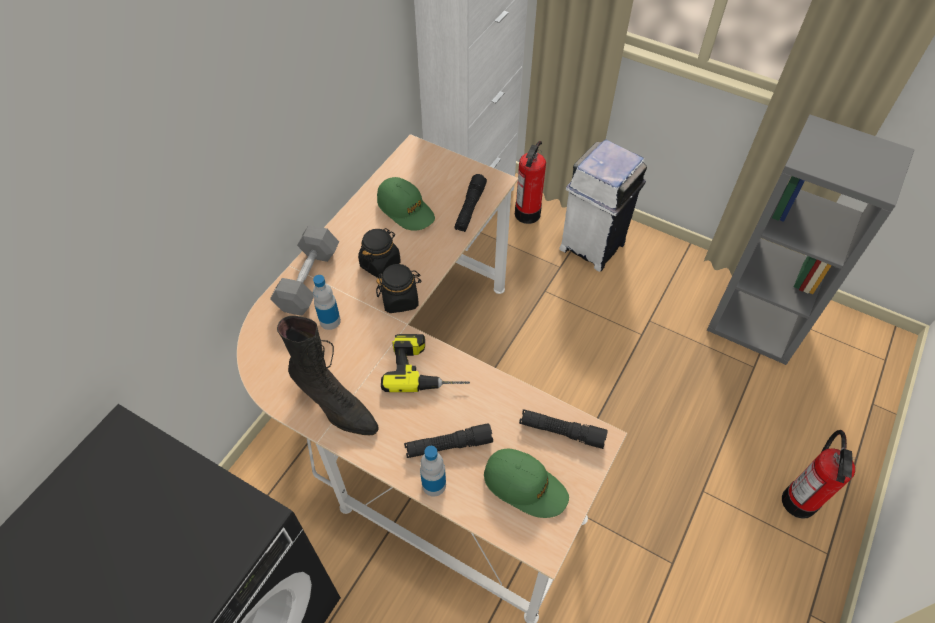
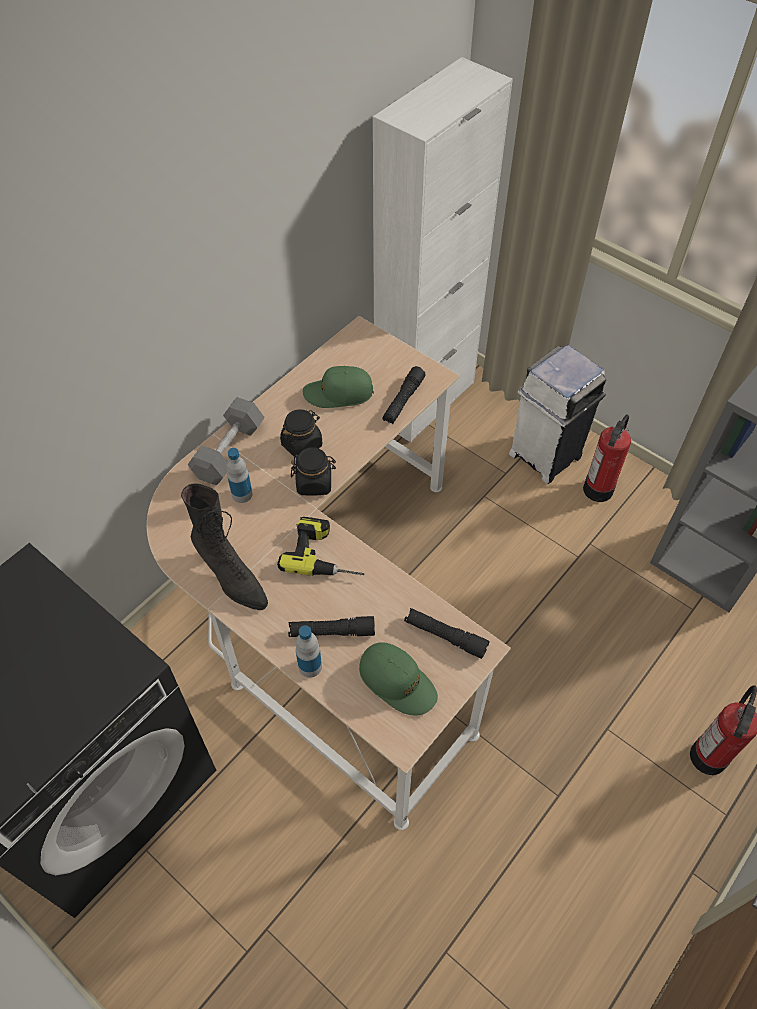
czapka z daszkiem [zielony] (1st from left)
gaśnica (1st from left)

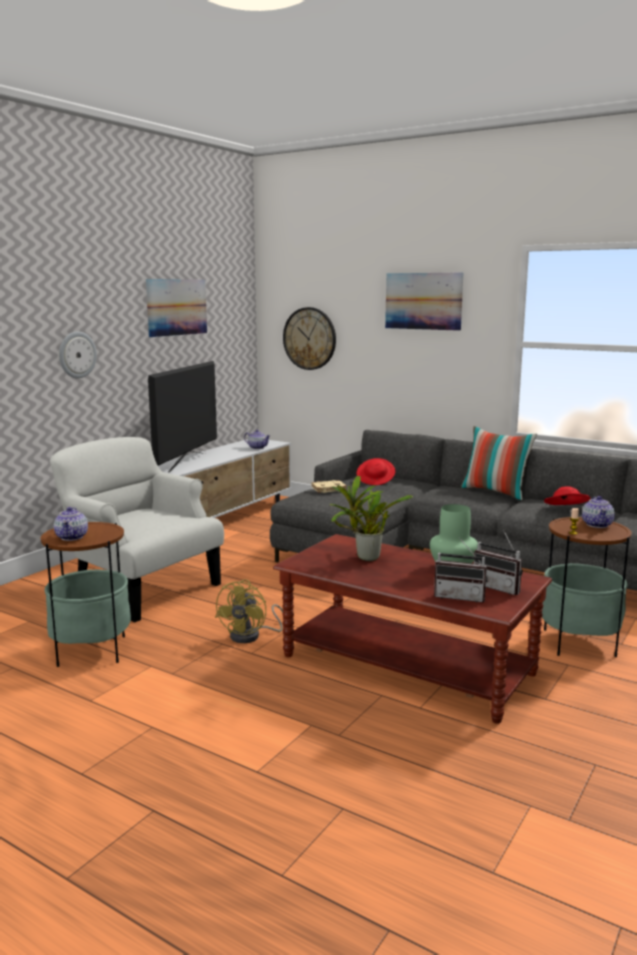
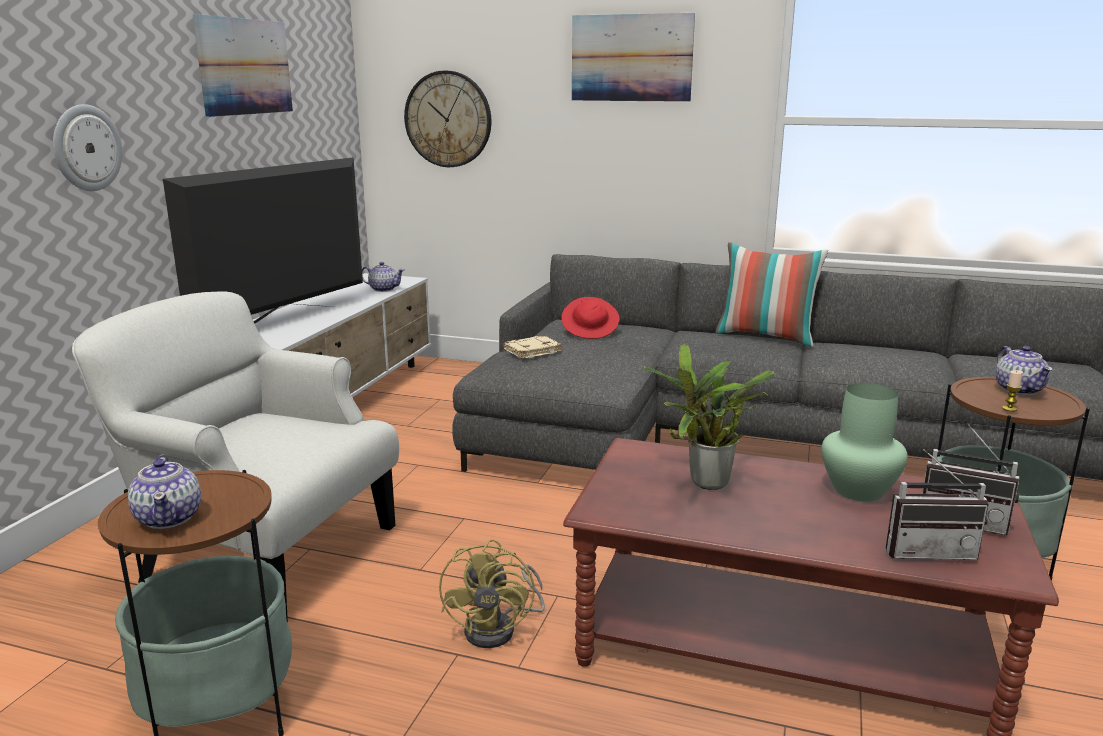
telewizor
kapelusz [czerwony] (2nd from left in the first image)

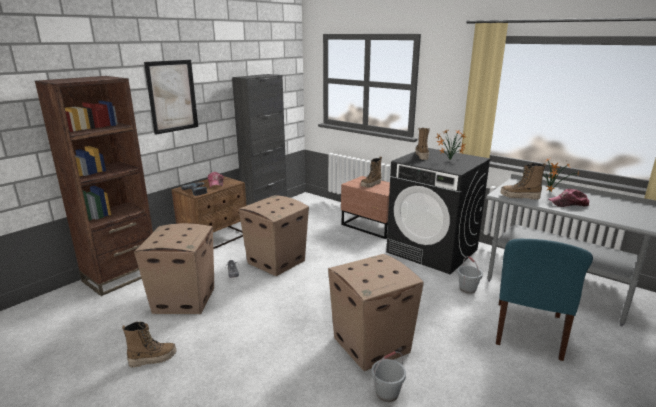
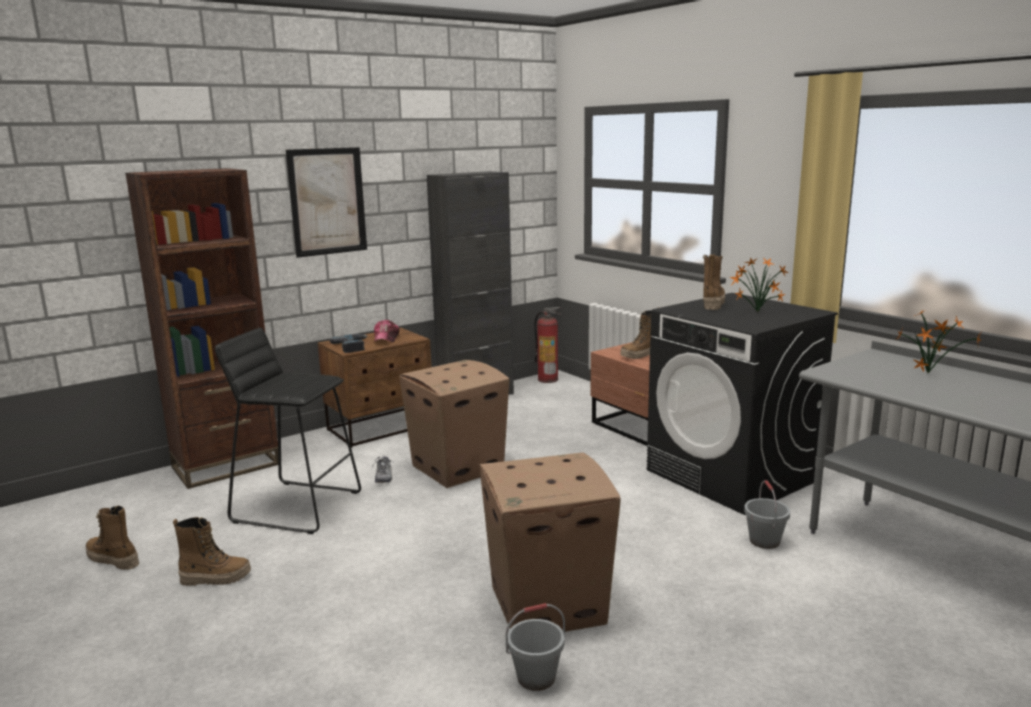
stołek [czarny]
krzesło [niebieski]
but z cholewką (1st from left)
czapka z daszkiem (2nd from left in the first image)
gaśnica

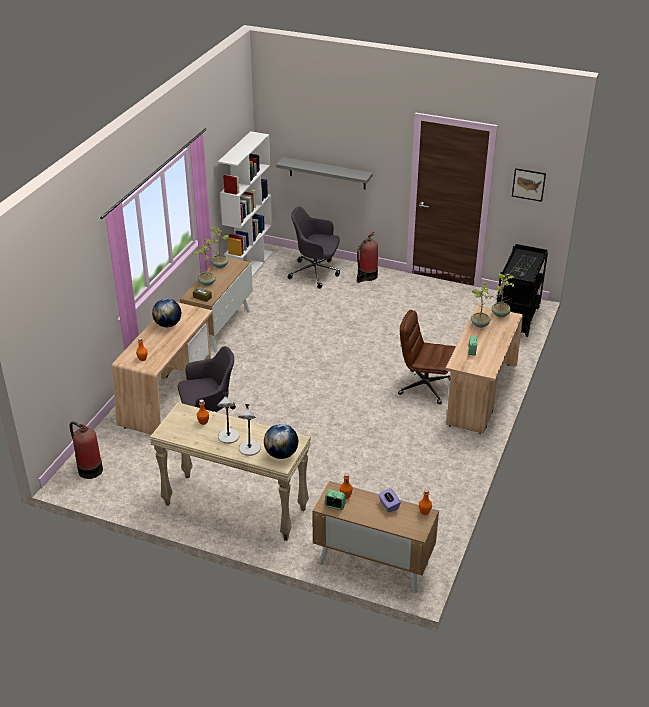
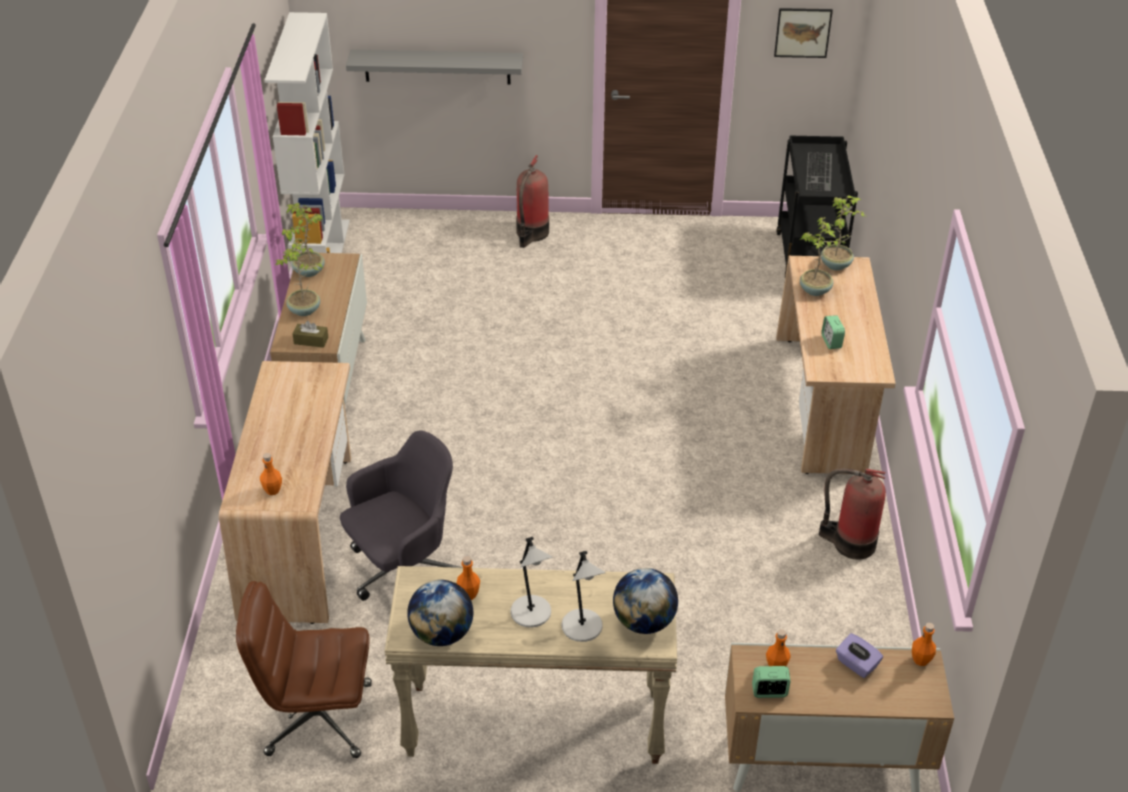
gaśnica (2nd from left)
globus (1st from left)
krzesło biurowe [szary] (2nd from left in the first image)
krzesło biurowe [brązowy]

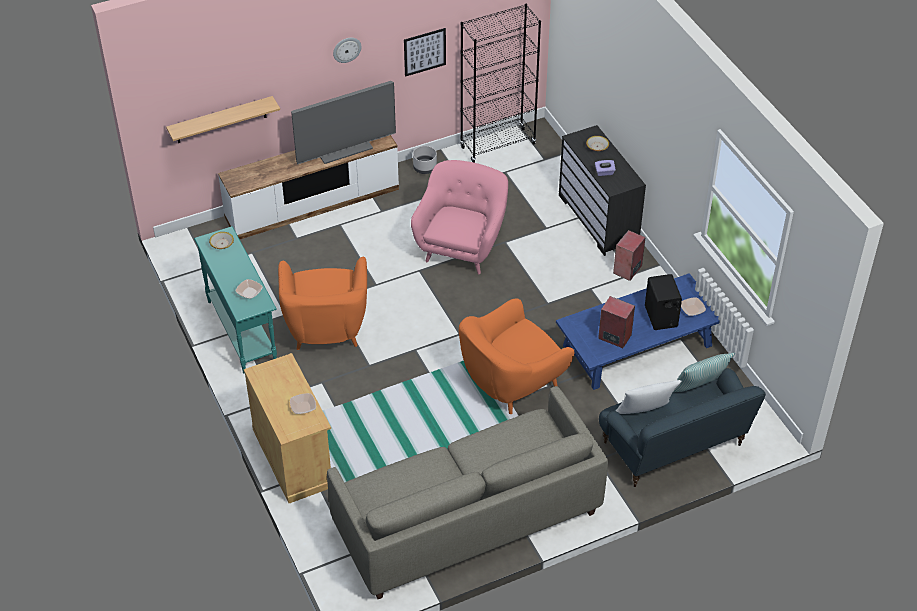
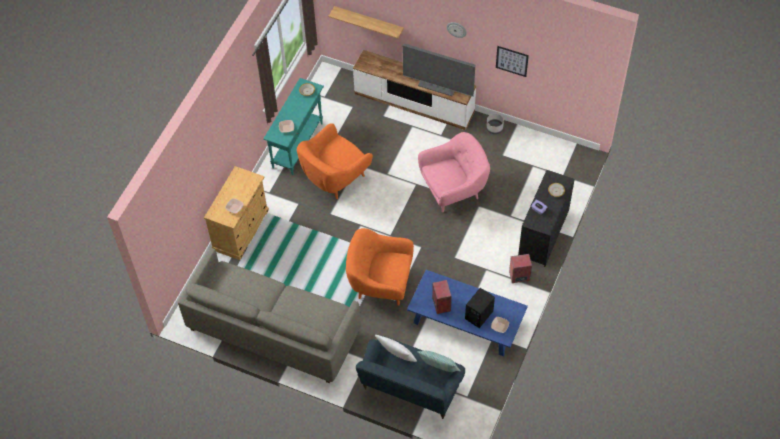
regał [czarny]

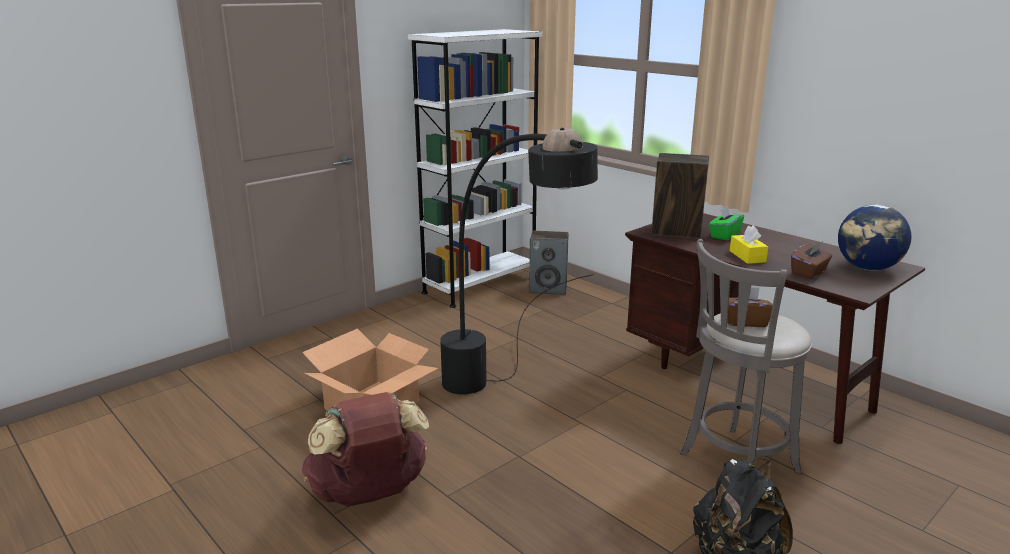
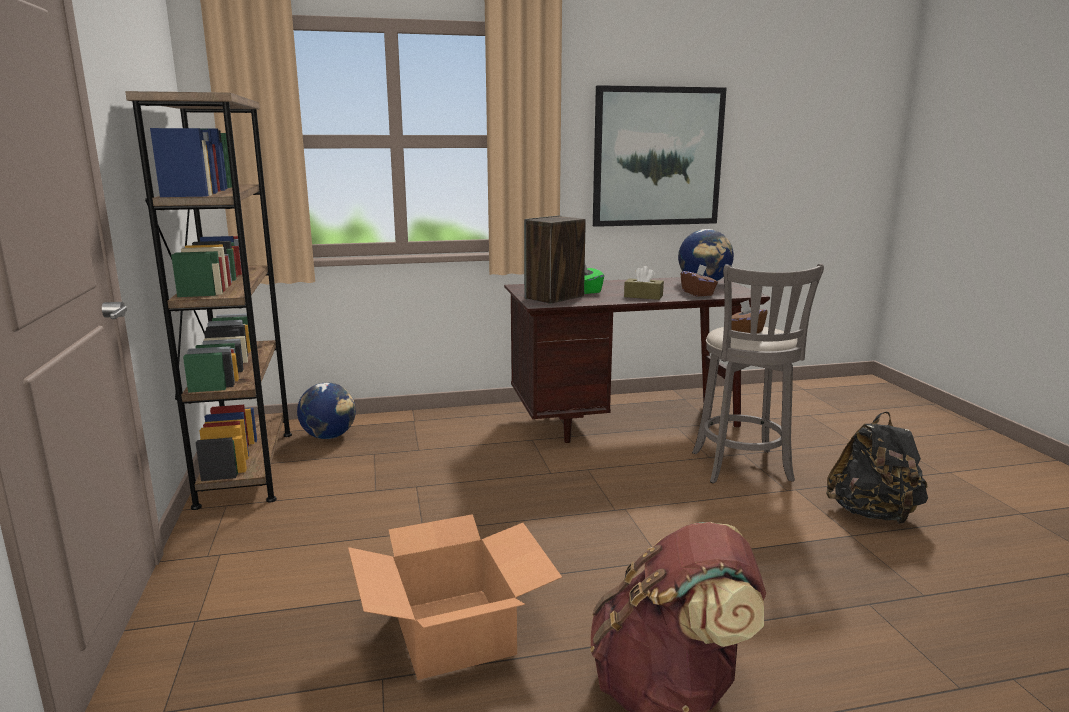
regał [brązowy]
lampa stojąca [czarny]
globus (1st from left)
pudełko chusteczek [brązowy] (1st from left)
obraz

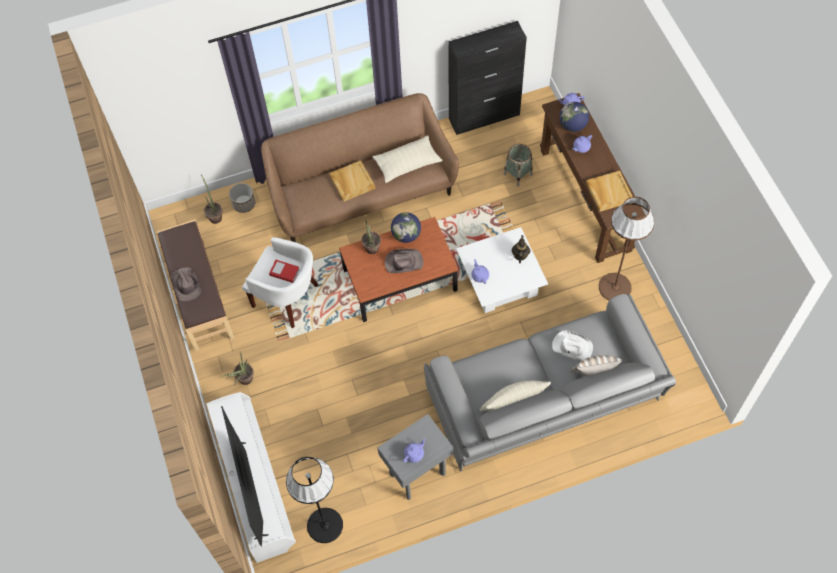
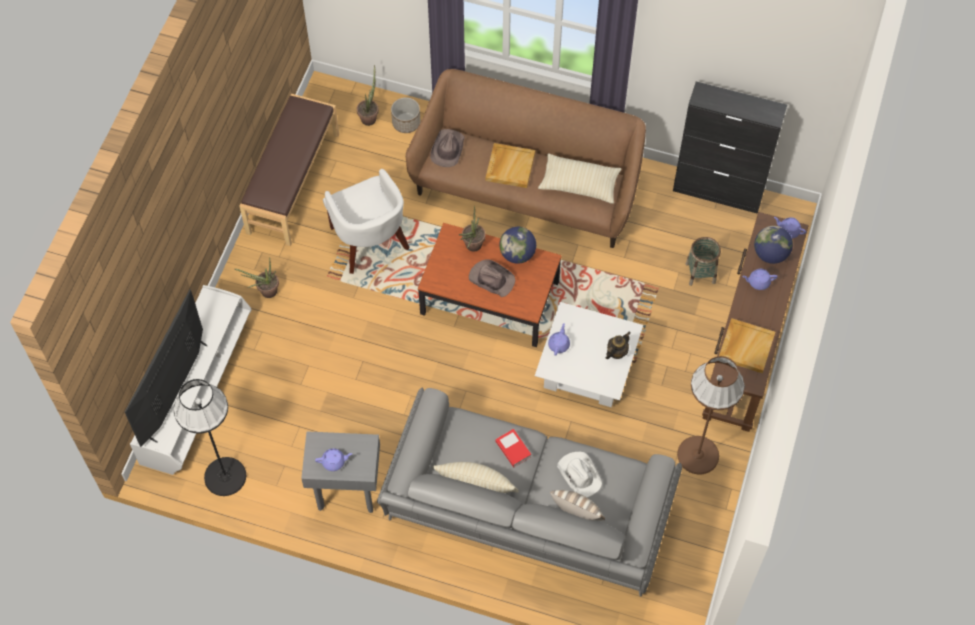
kapelusz [brązowy] (1st from left)
książka

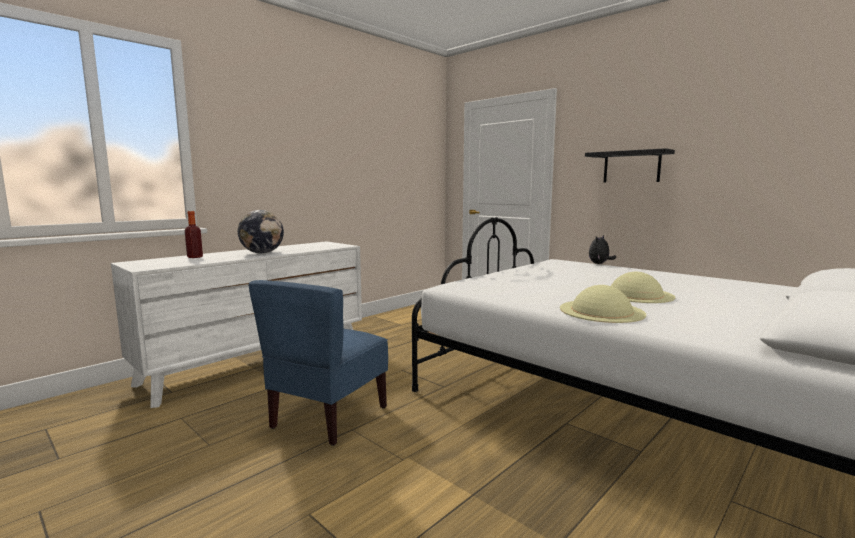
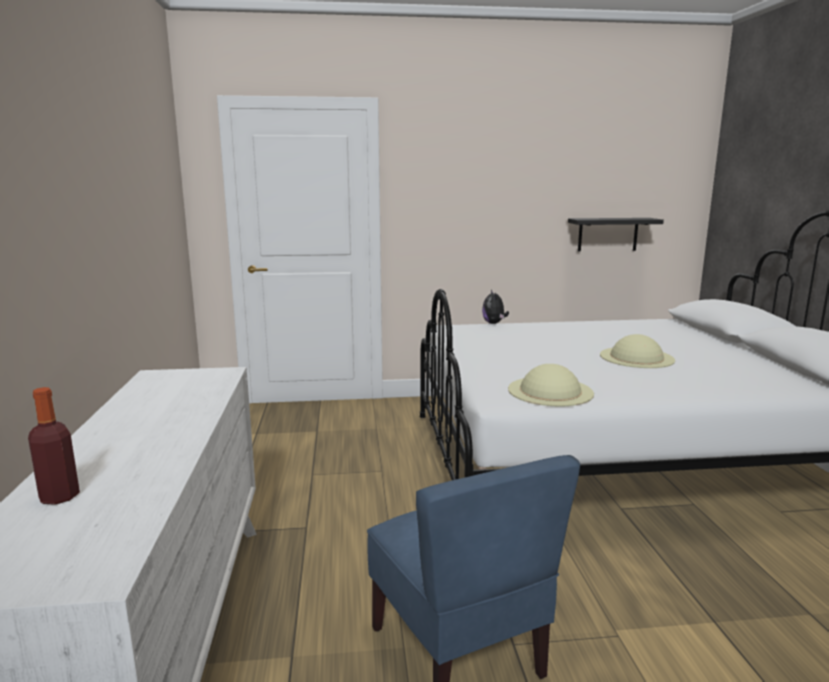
globus
kapelusz [beżowy] (1st from left)
półka [czarny]

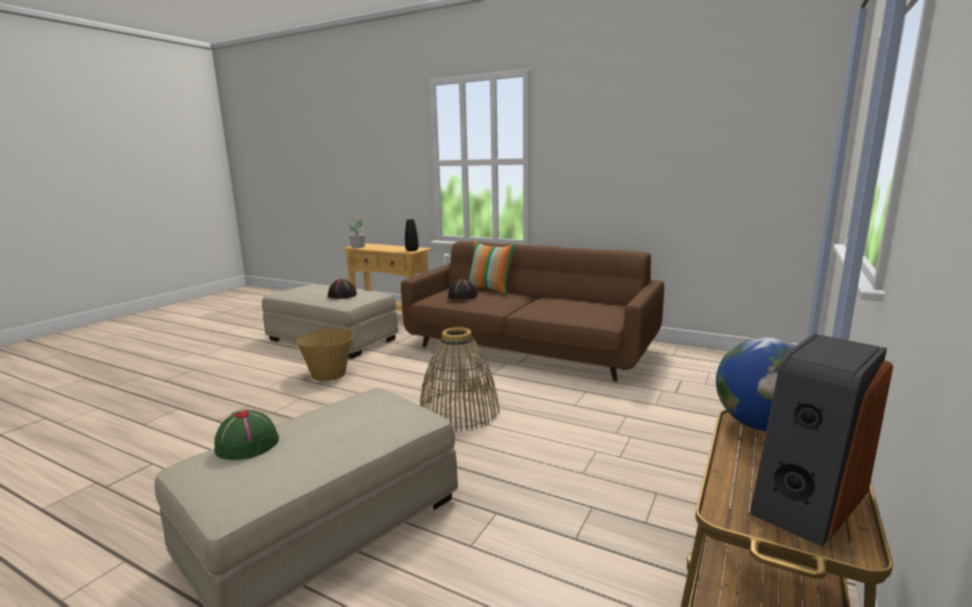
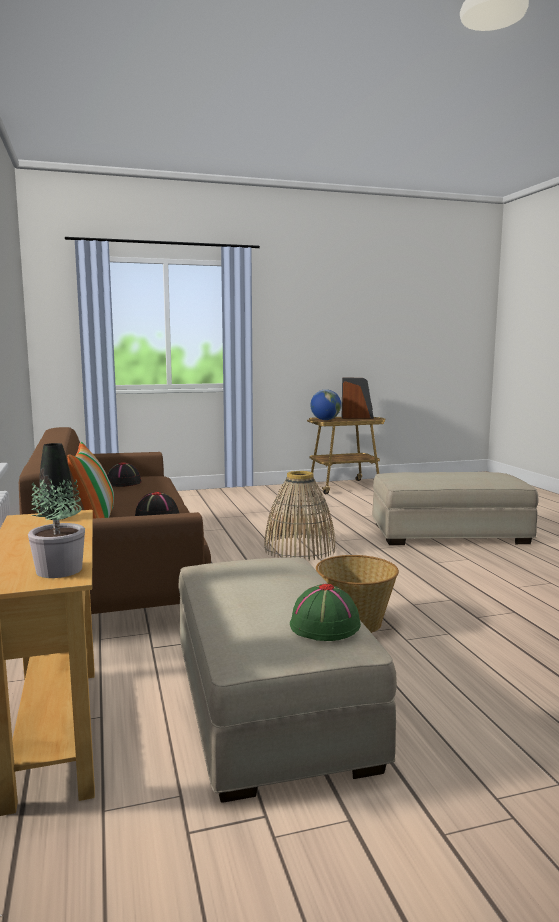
kapelusz [zielony]
kapelusz [czarny] (1st from left)

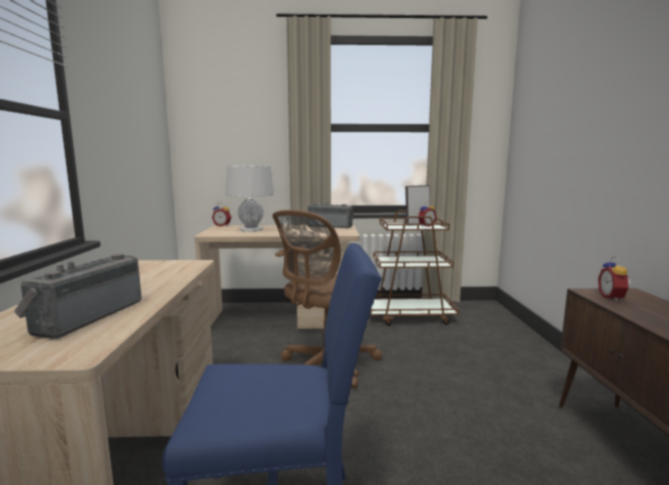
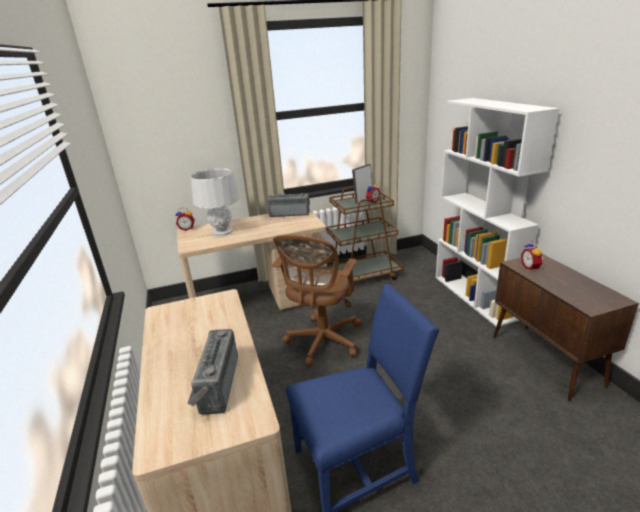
regał [biały]

